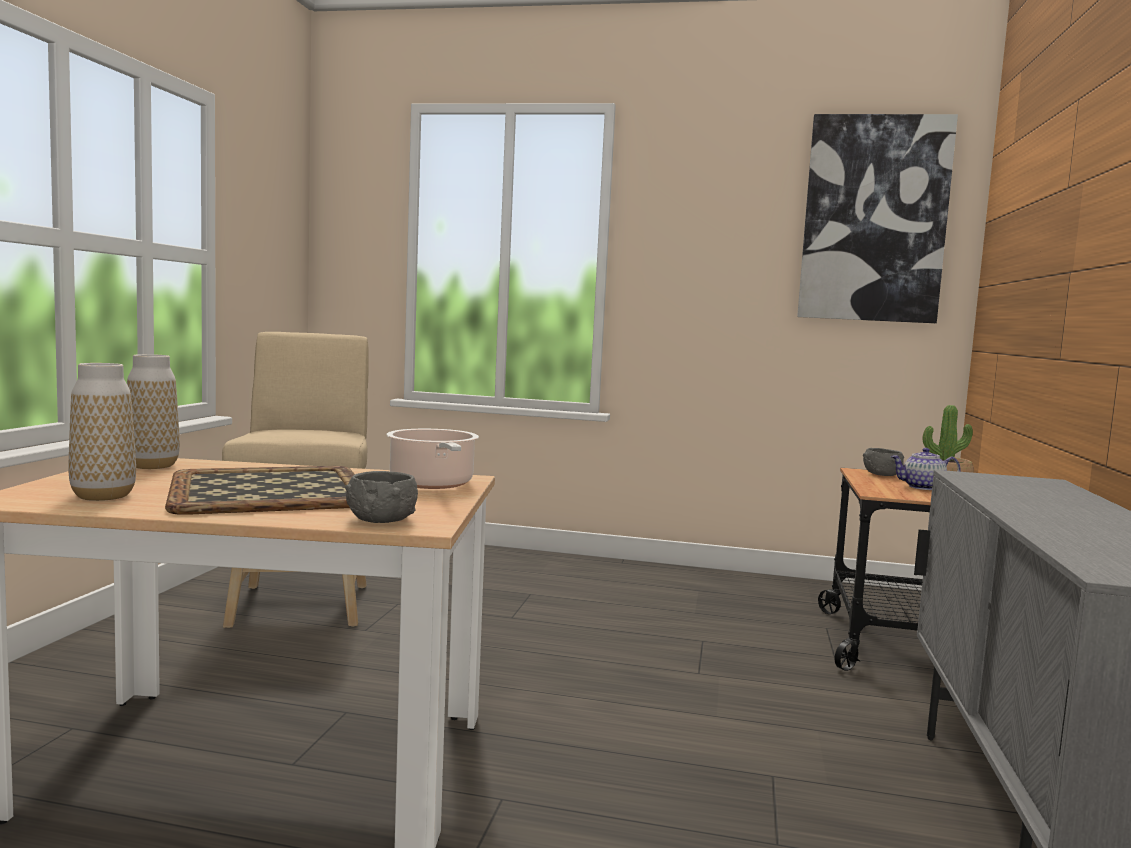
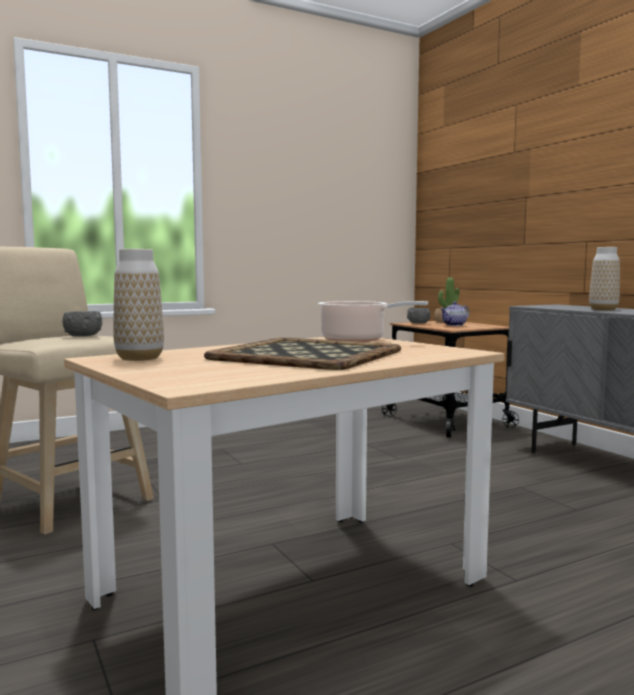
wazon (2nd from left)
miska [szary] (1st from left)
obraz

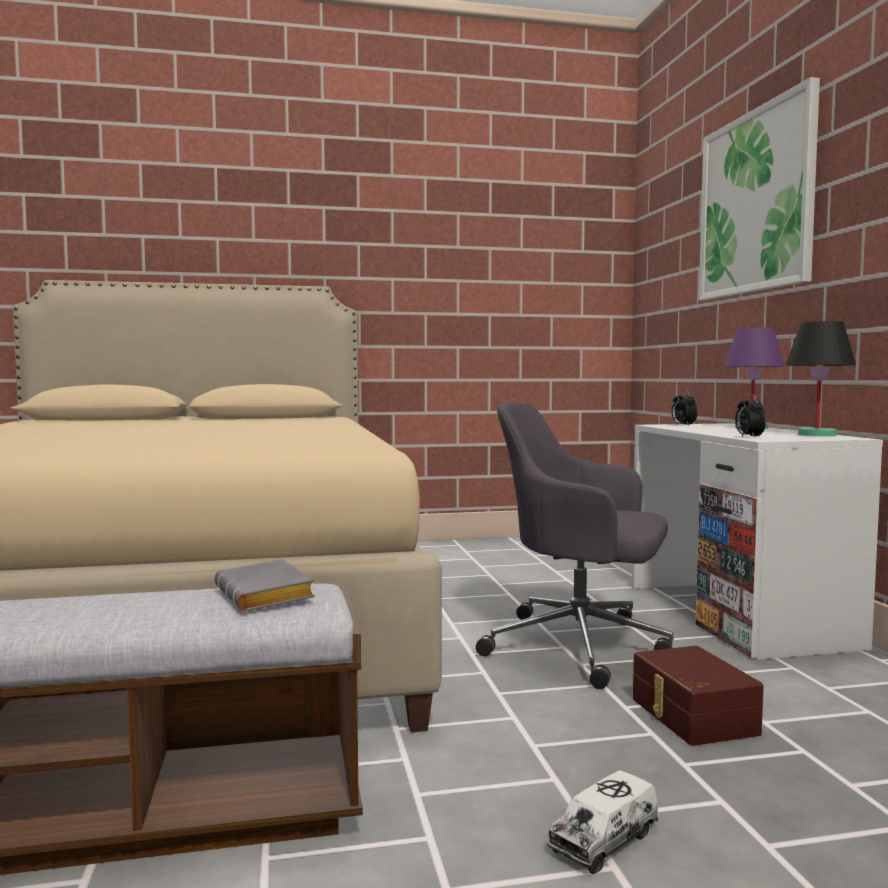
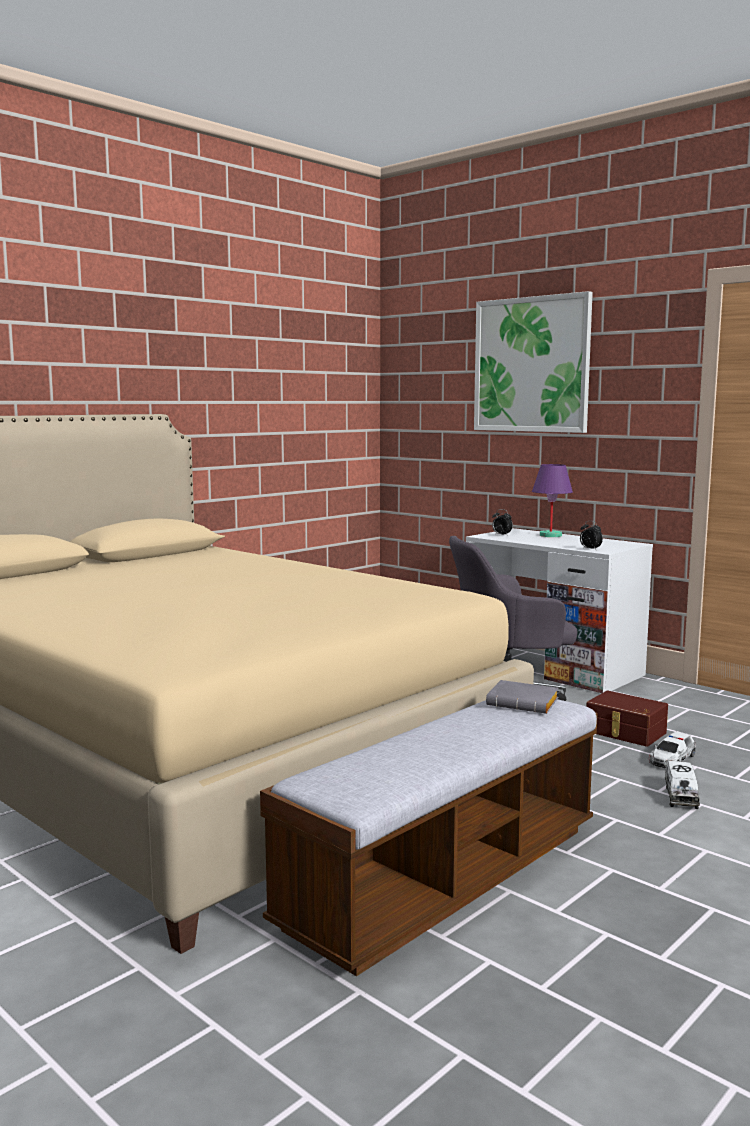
lampa stołowa [czarny]
samochodzik

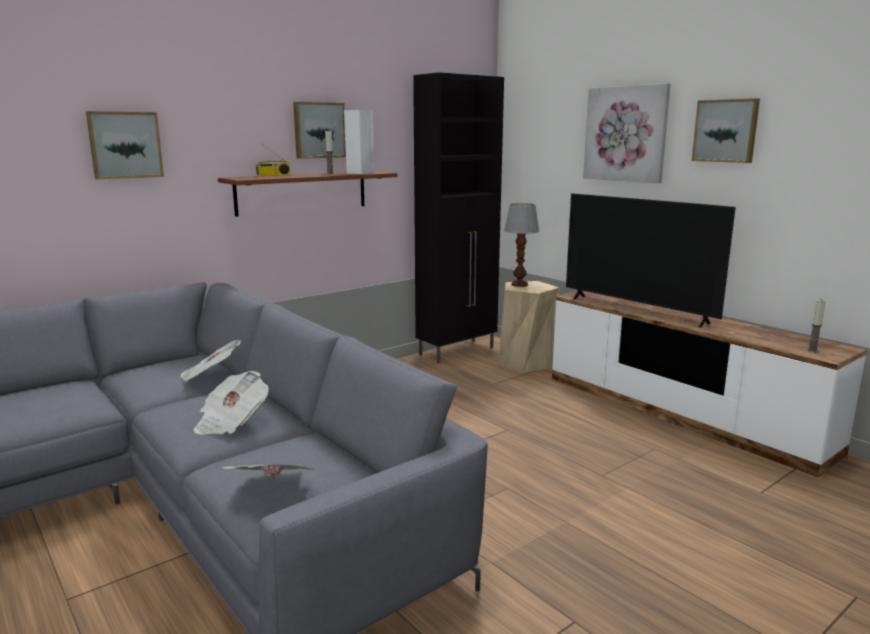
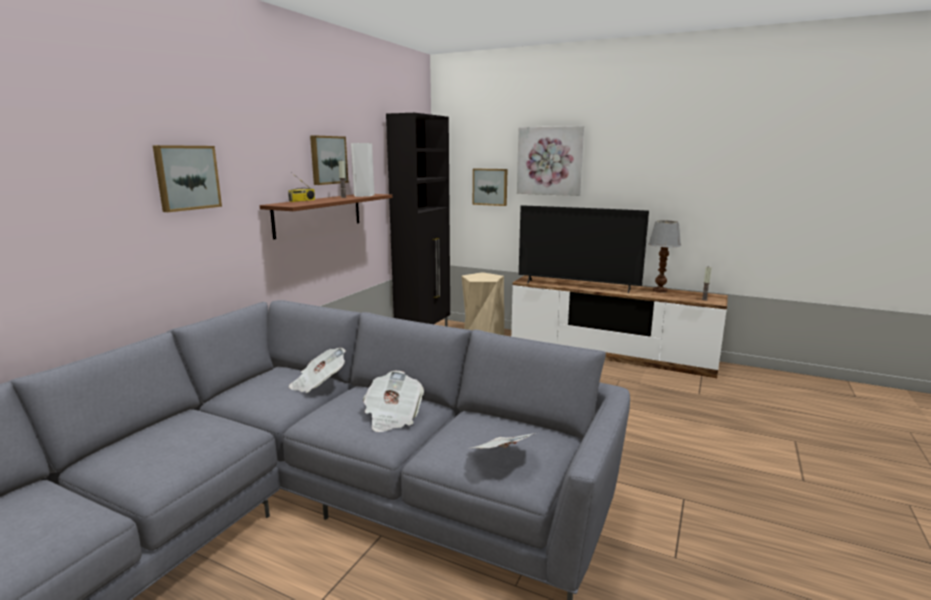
lampa stołowa
obraz (3rd from left)

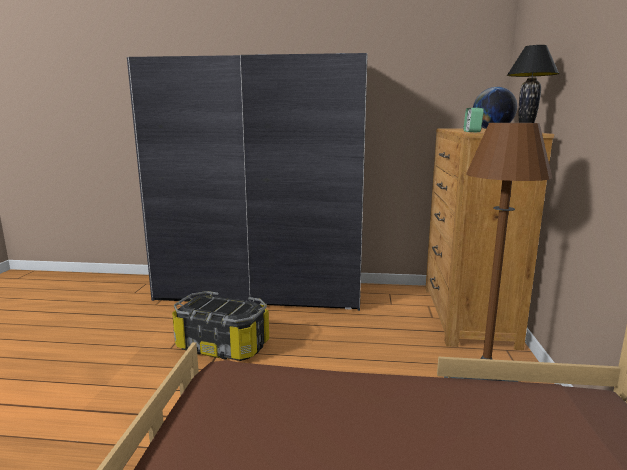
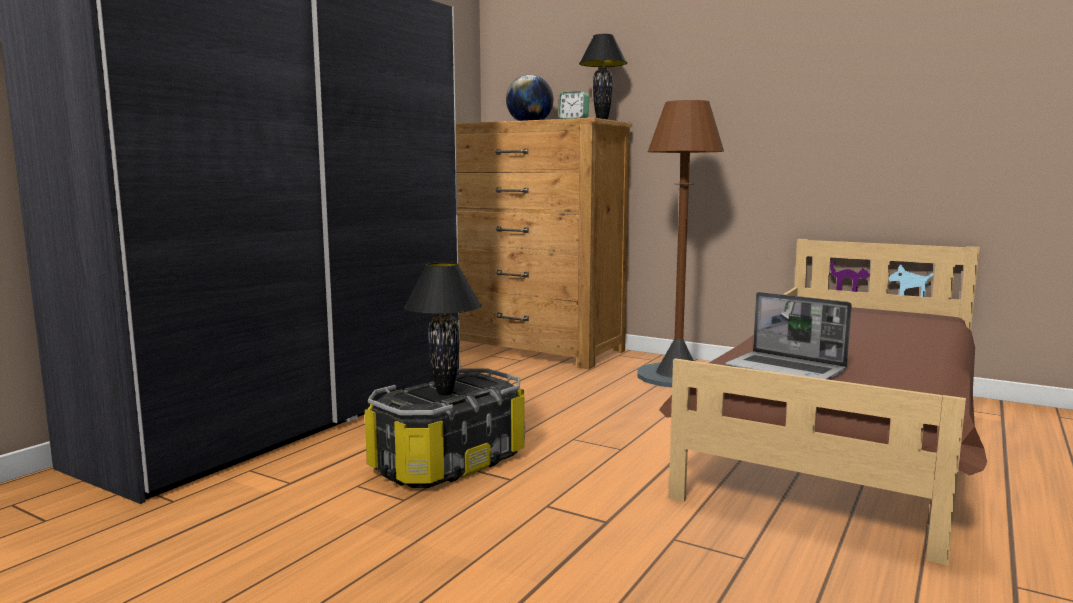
lampa stołowa [czarny] (1st from left)
laptop

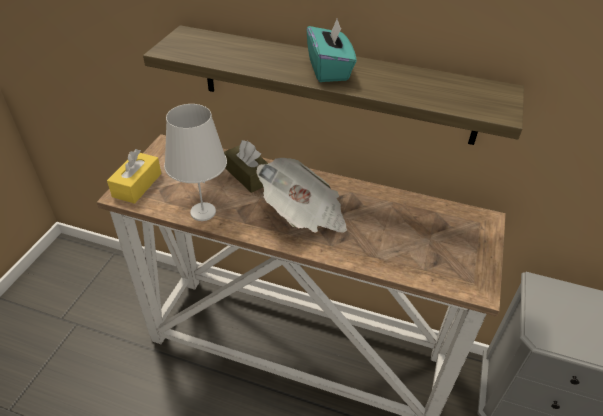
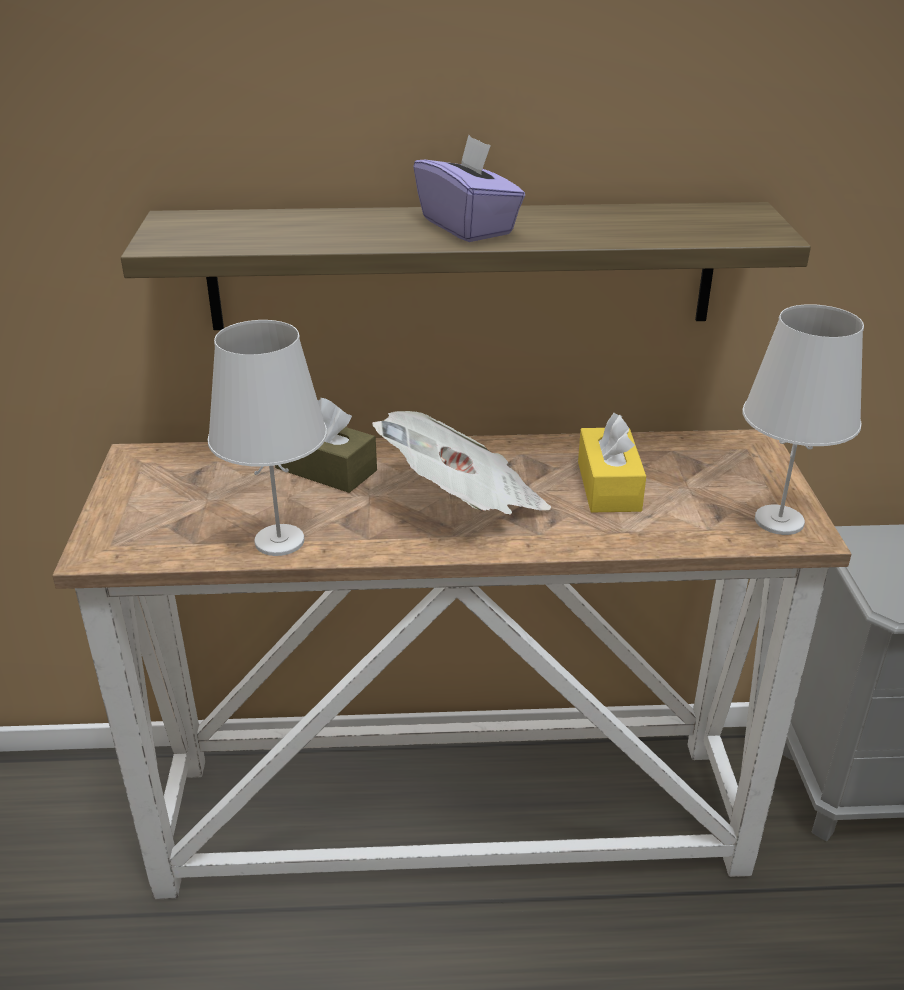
pudełko chusteczek [żółty]
pudełko chusteczek [fioletowy]
lampa stołowa [biały] (2nd from left)

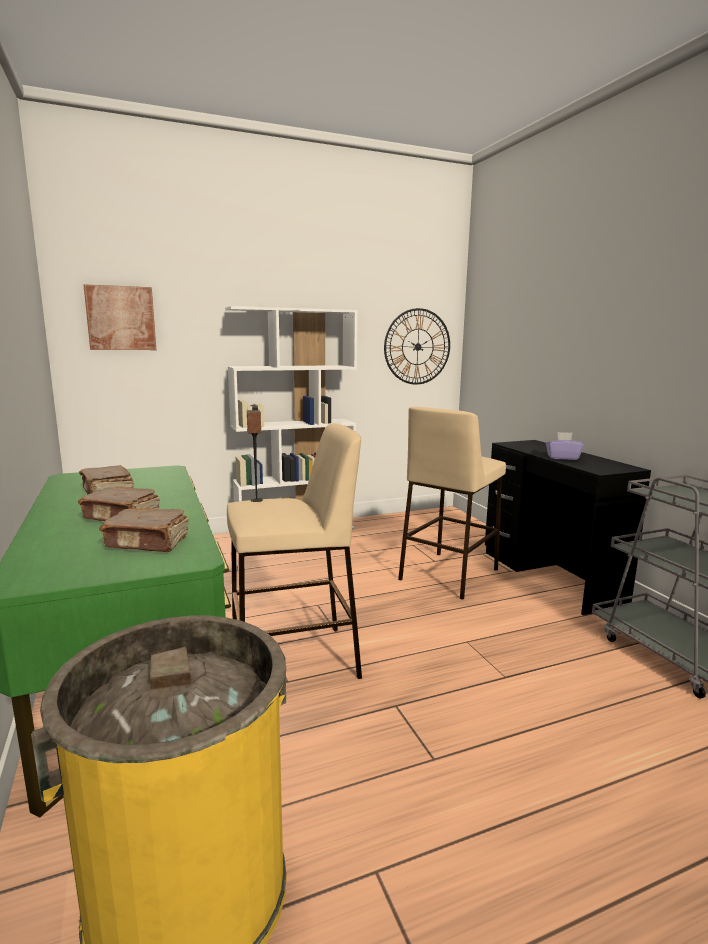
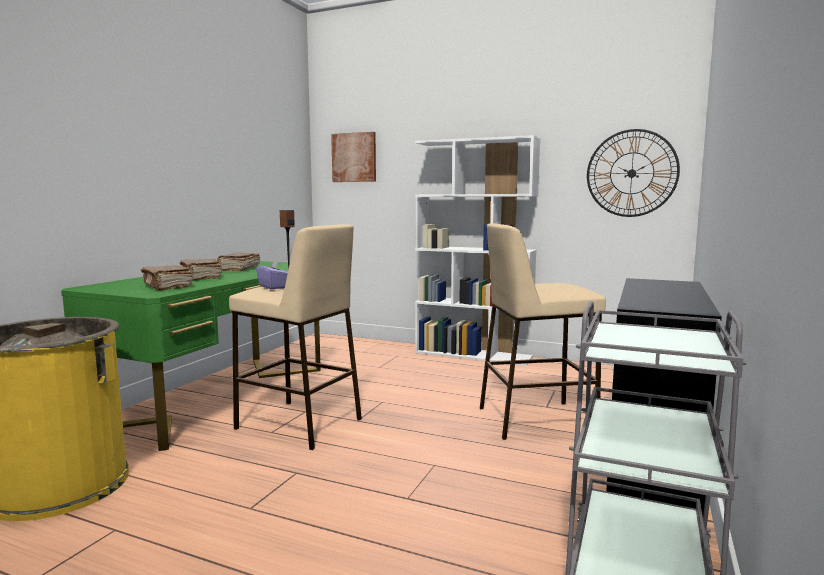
pudełko chusteczek [fioletowy]

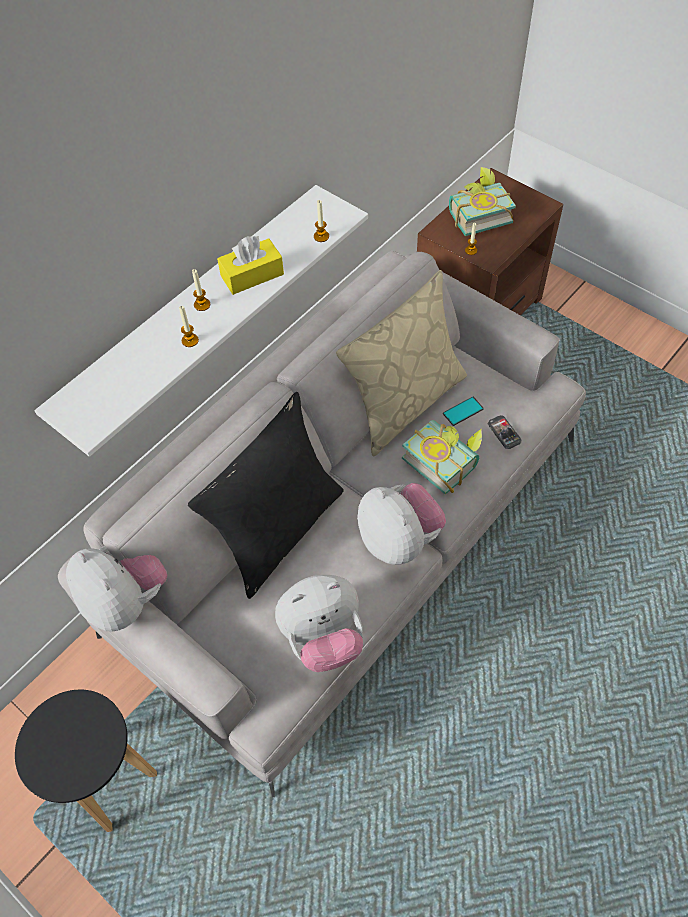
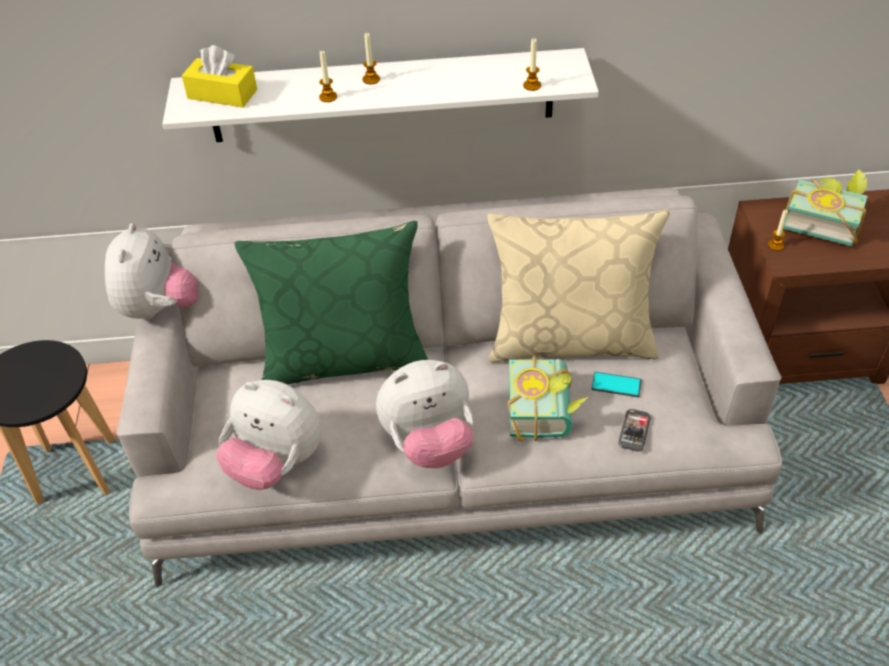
poduszka [zielony]
pudełko chusteczek [żółty]
pluszak (3rd from left)

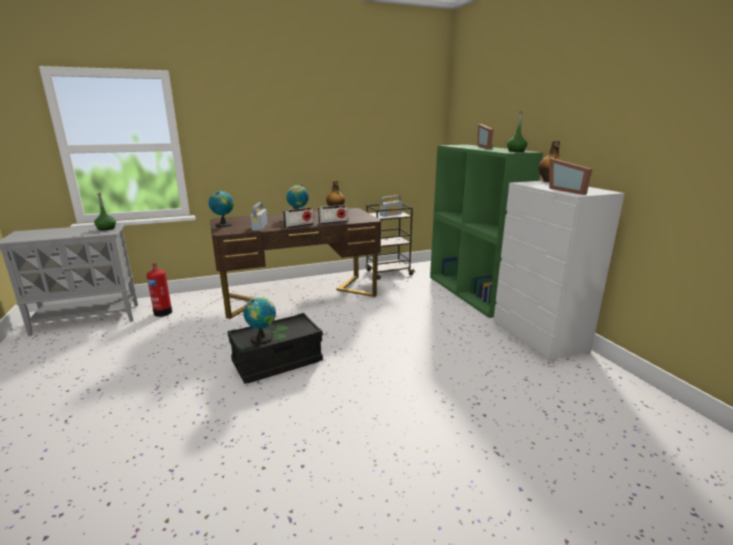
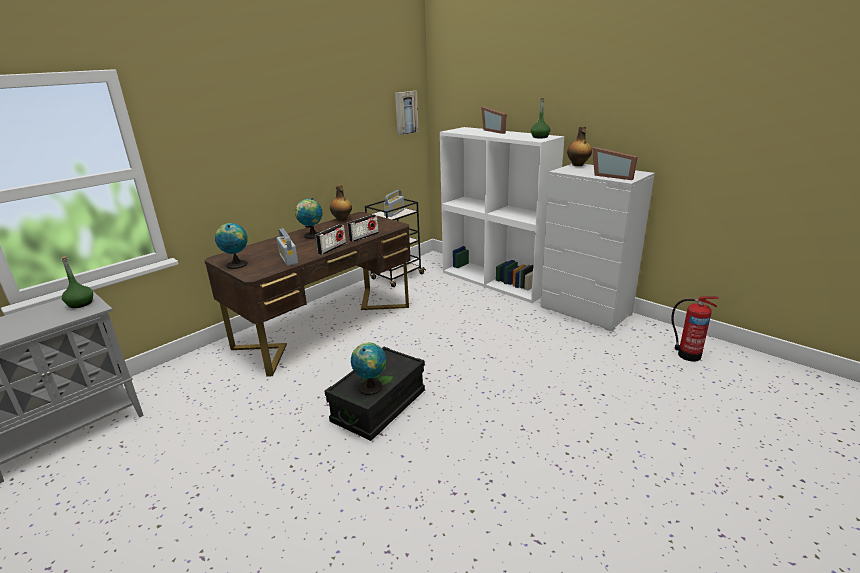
gaśnica
regał [biały]
obraz

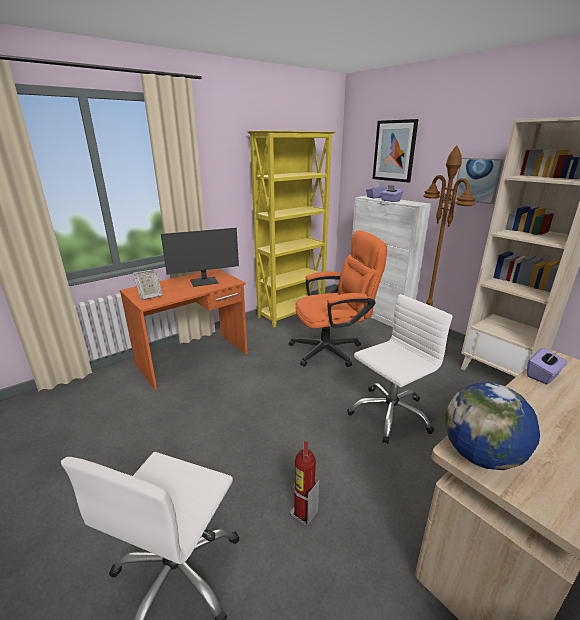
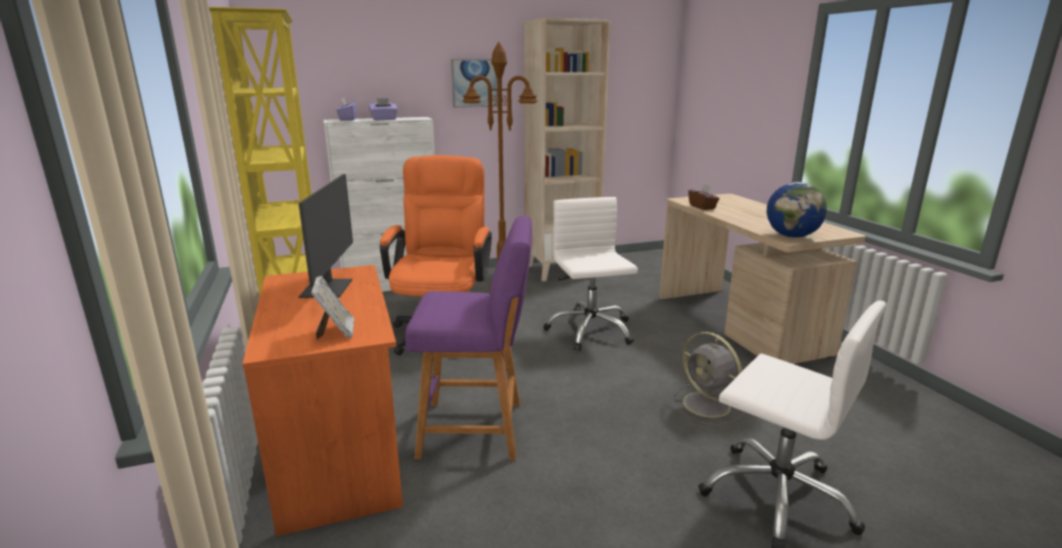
wentylator [szary]
obraz (1st from left in the first image)
pudełko chusteczek [brązowy]
stołek [fioletowy]

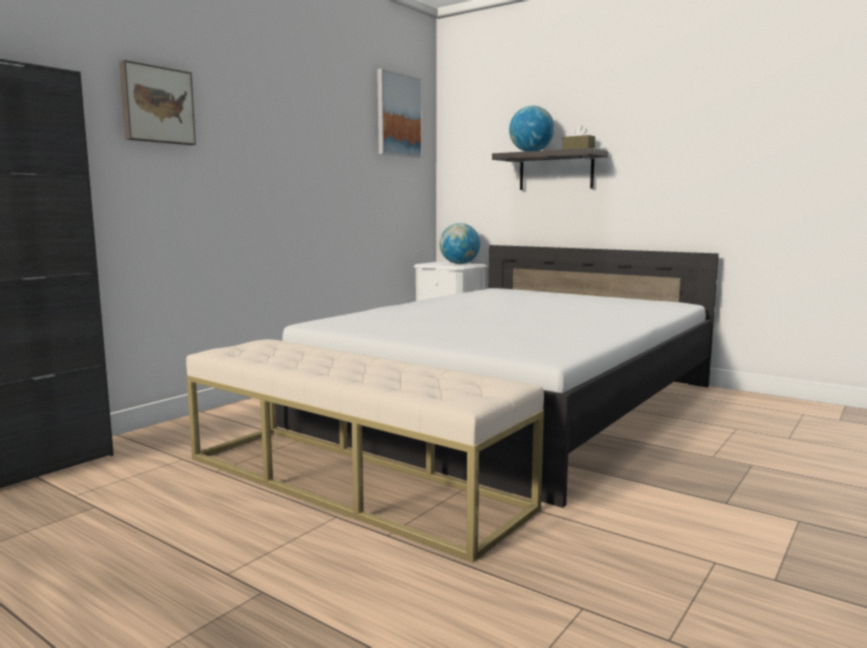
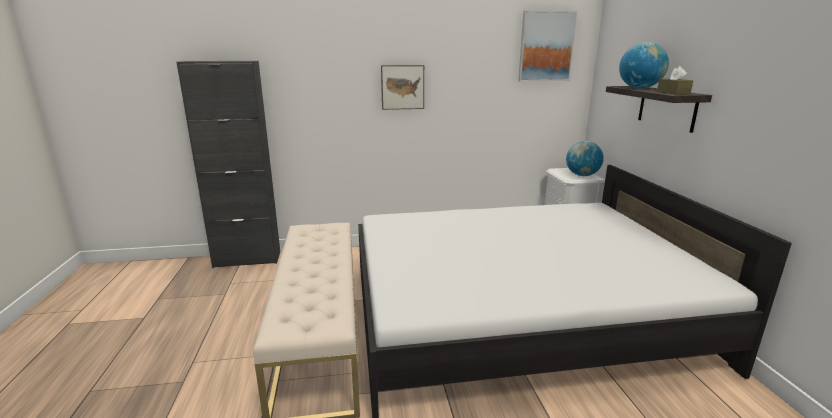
obraz (1st from left)

